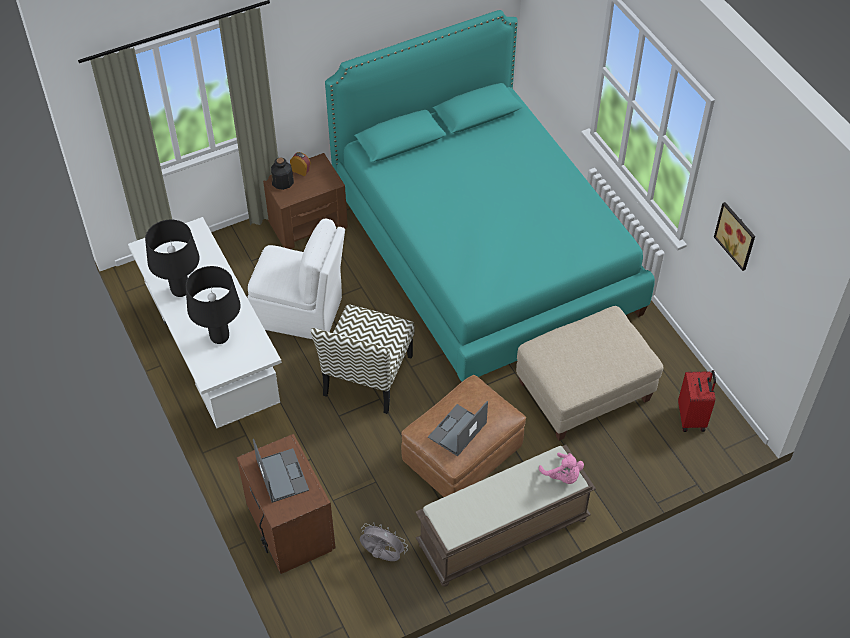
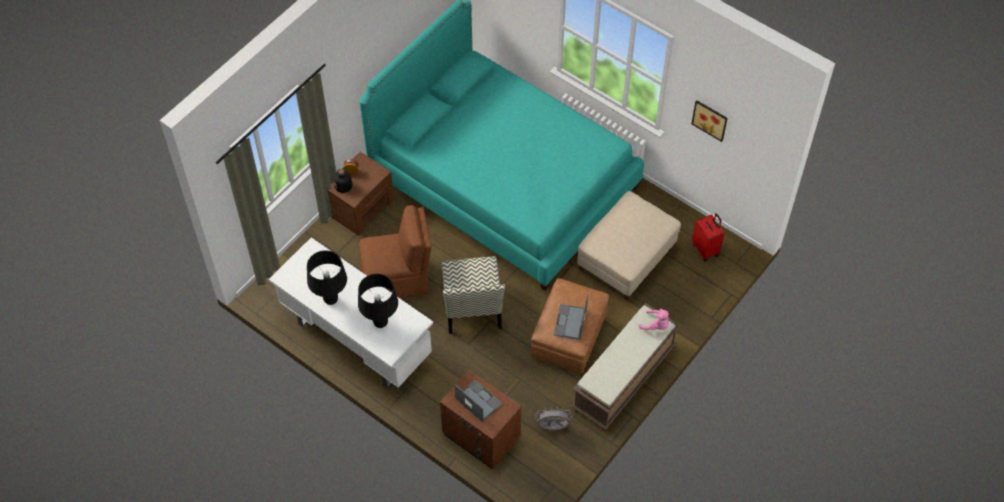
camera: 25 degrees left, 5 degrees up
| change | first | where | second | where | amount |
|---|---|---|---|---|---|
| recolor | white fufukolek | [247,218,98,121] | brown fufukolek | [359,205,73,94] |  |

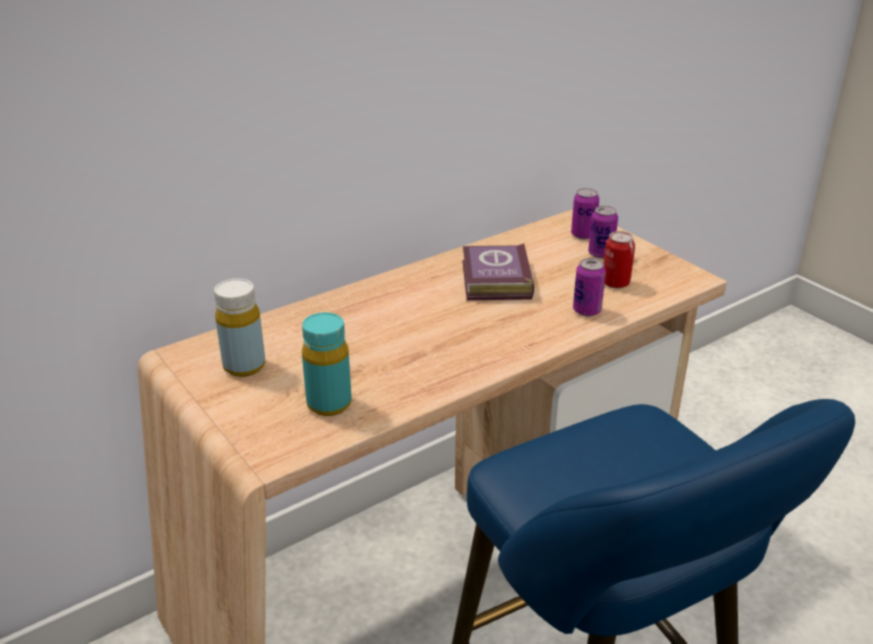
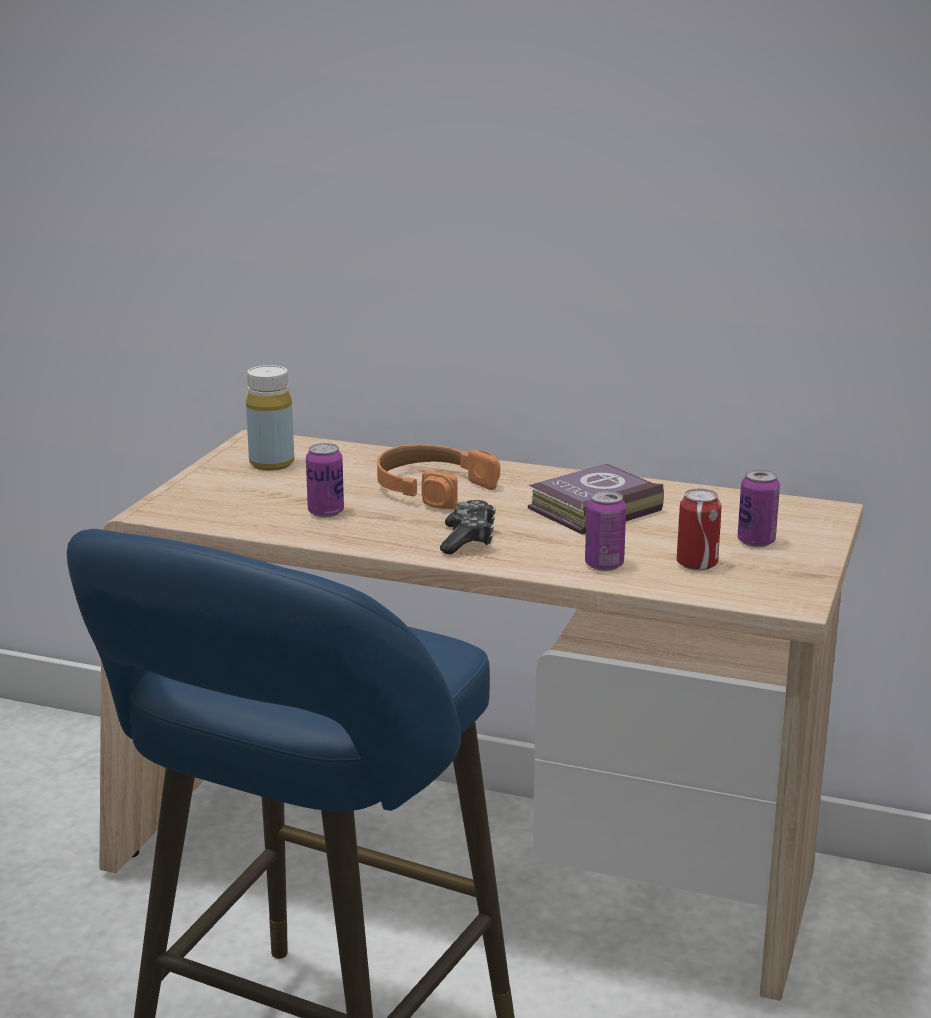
camera: 55 degrees right, 10 degrees down
| change | first | where | second | where | amount |
|---|---|---|---|---|---|
| move | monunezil | [571,188,28,51] |  | [306,443,38,74] |  |
| delete | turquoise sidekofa | [302,312,50,104] |  |  |  |
| insert |  |  | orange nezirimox | [377,444,123,65] |  |
| insert |  |  | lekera | [440,500,56,54] |  |

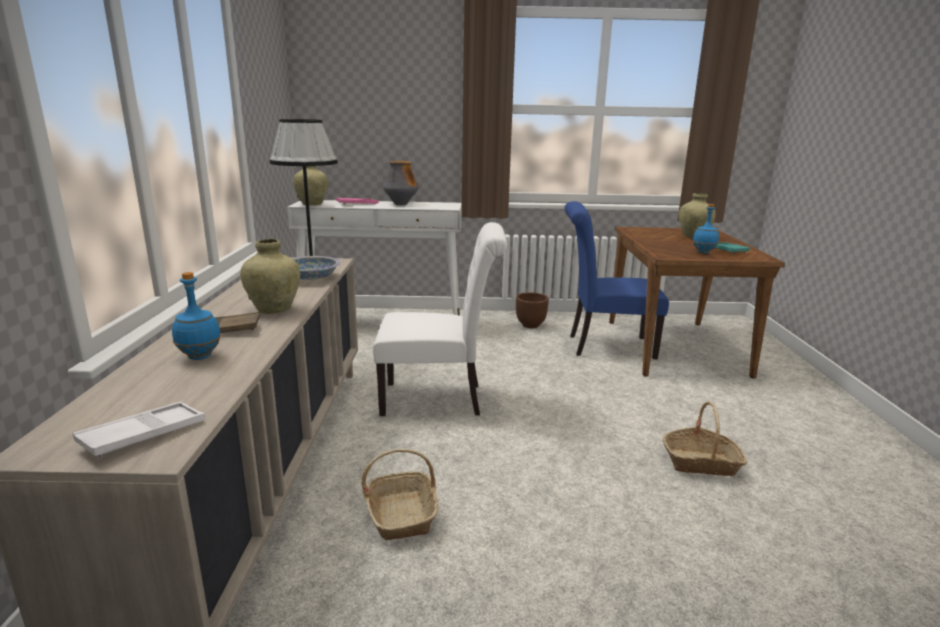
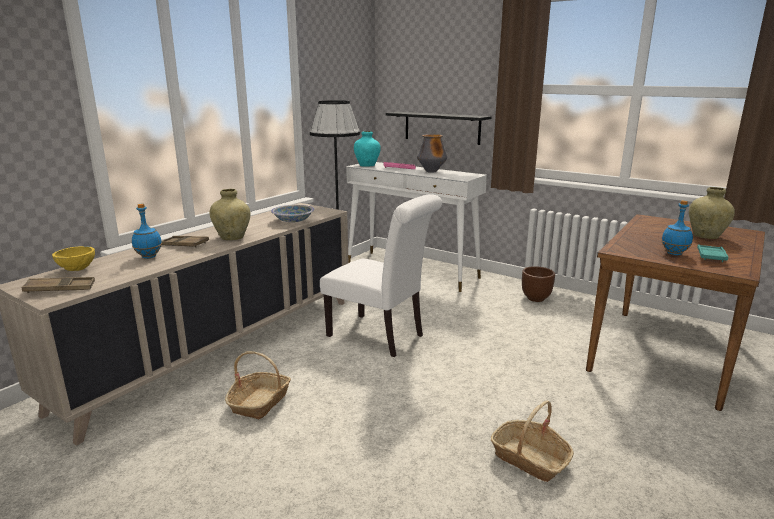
camera: 35 degrees right, 0 degrees up
| change | first | where | second | where | amount |
|---|---|---|---|---|---|
| recolor | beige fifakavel | [293,166,35,39] | turquoise fifakavel | [354,131,27,36] |  |
| delete | blue fufukolek | [564,201,105,158] |  |  |  |
| recolor | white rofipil | [73,401,132,56] | brown rofipil | [22,277,73,16] |  |
| insert |  |  | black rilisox | [386,112,106,33] |  |
| insert |  |  | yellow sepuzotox | [52,246,43,25] |  |

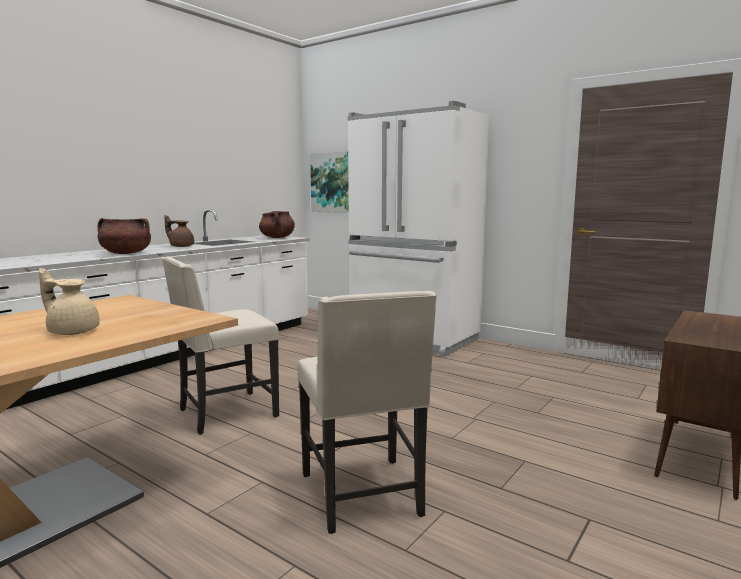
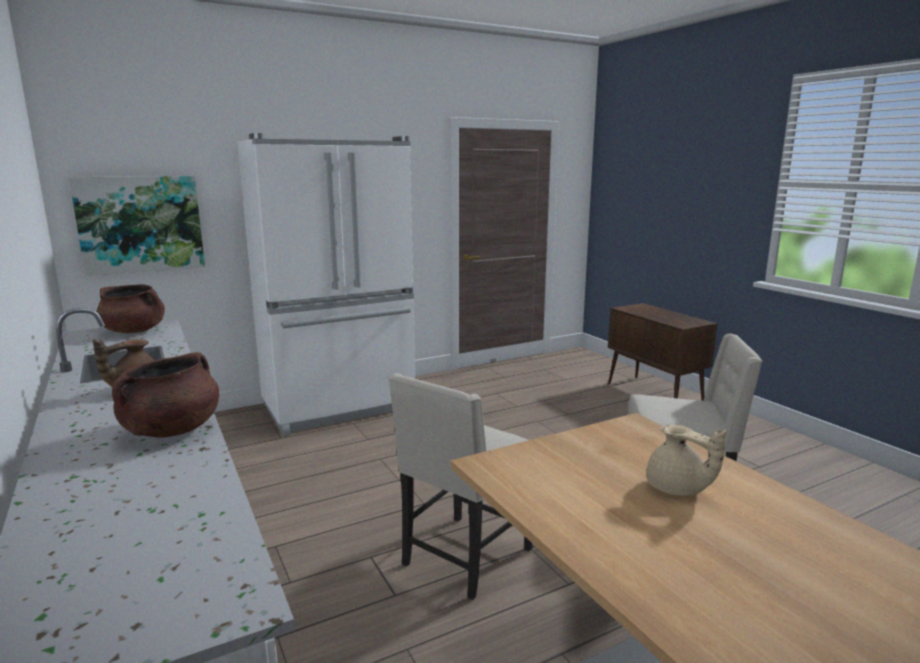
camera: 65 degrees left, 5 degrees up
| change | first | where | second | where | amount |
|---|---|---|---|---|---|
| rotate | beige fufukolek | [162,256,117,179] |  | [389,373,144,227] | 45 degrees clockwise |
| rotate | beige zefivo | [39,268,61,67] |  | [646,425,81,71] | 90 degrees counterclockwise |

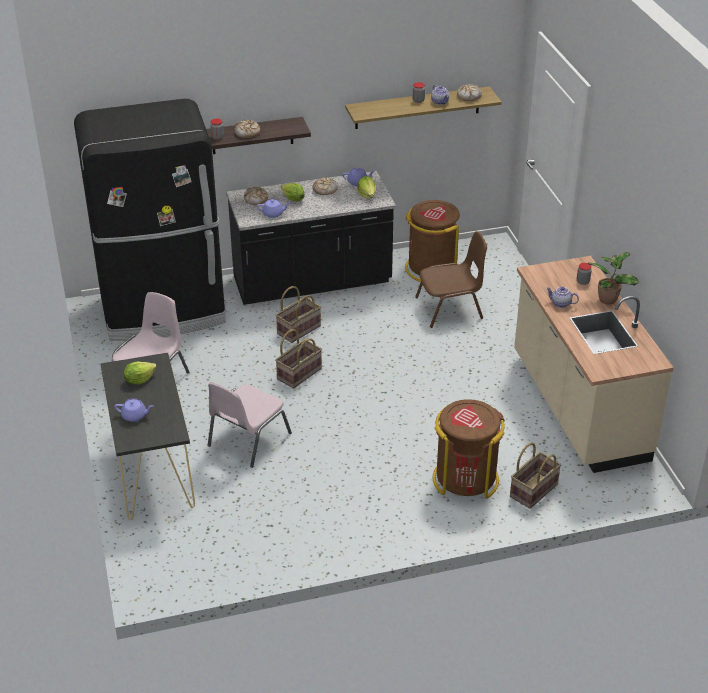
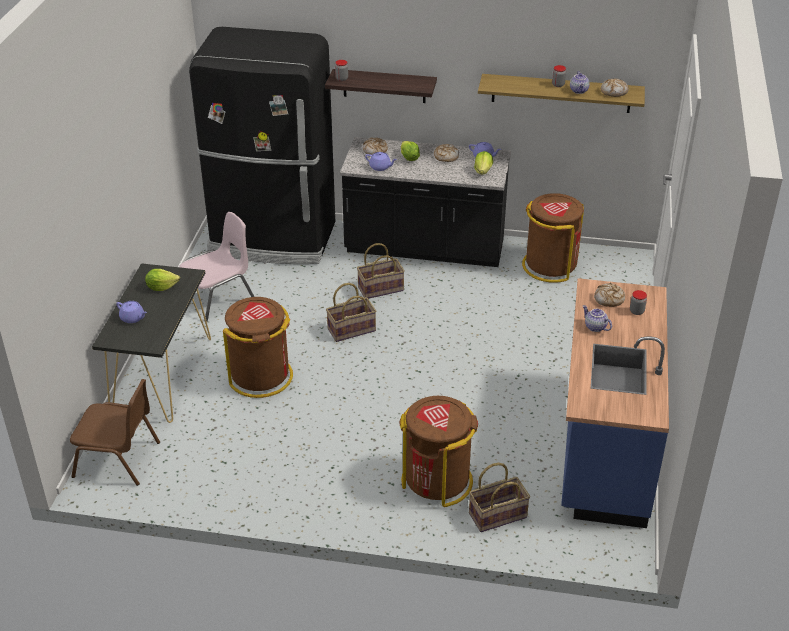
camera: 25 degrees right, 0 degrees up
| change | first | where | second | where | amount |
|---|---|---|---|---|---|
| move | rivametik | [235,119,25,19] |  | [594,283,31,24] |  |
| move | brown fufukolek | [415,231,72,97] |  | [70,379,90,107] |  |
| delete | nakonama | [588,252,51,53] |  |  |  |
| recolor | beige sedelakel | [514,256,160,217] | blue sedelakel | [561,278,108,250] |  |
| replace | pink fufukolek | [208,382,84,86] | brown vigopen | [223,297,70,101] |  |

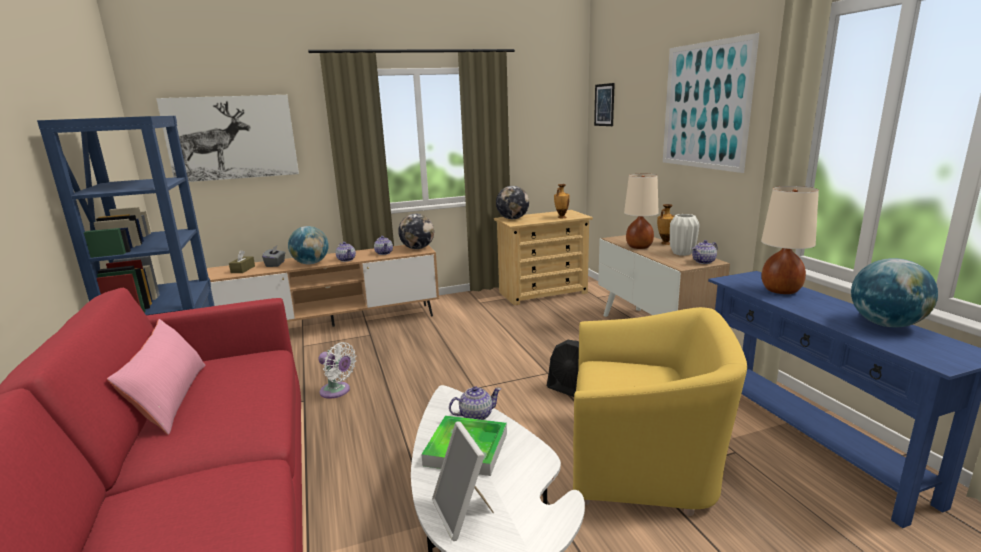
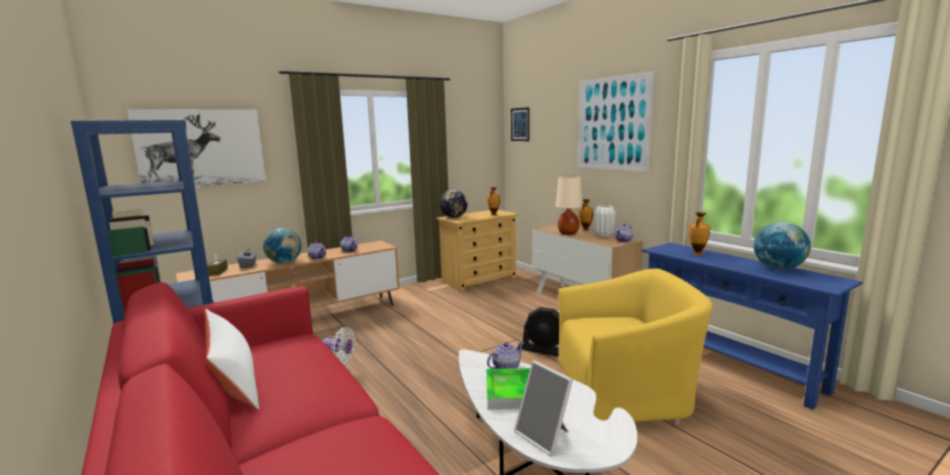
camera: 15 degrees left, 5 degrees down
| change | first | where | second | where | amount |
|---|---|---|---|---|---|
| replace | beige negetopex | [761,186,58,108] | fifakavel | [689,212,21,43] |  |
| delete | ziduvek | [398,214,36,35] |  |  |  |
| recolor | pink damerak | [107,319,99,116] | white damerak | [204,309,55,101] |  |

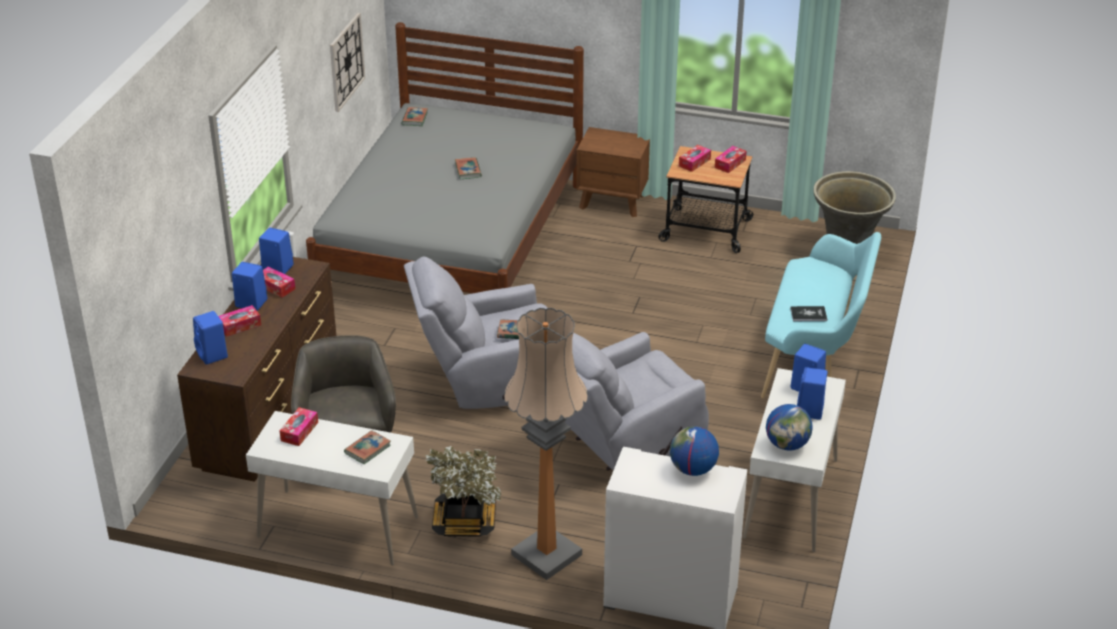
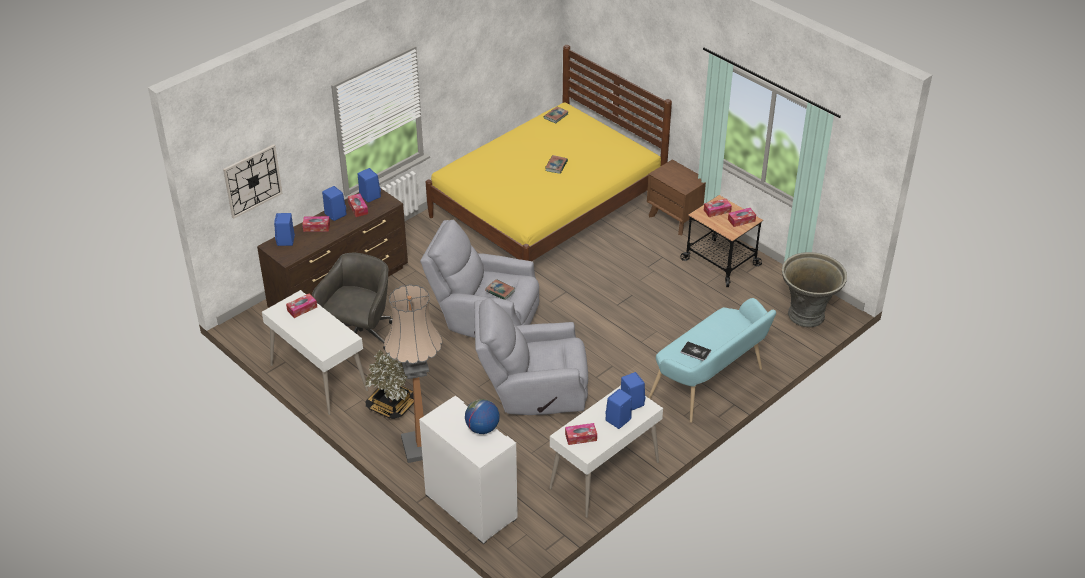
camera: 30 degrees right, 5 degrees up
| change | first | where | second | where | amount |
|---|---|---|---|---|---|
| move | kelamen | [330,13,35,99] |  | [223,144,60,75] |  |
| recolor | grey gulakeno | [306,22,278,271] | yellow gulakeno | [426,45,246,216] |  |
| replace | ziduvek | [766,404,47,47] | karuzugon | [565,423,32,22] |  |
| delete | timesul | [344,430,47,34] |  |  |  |

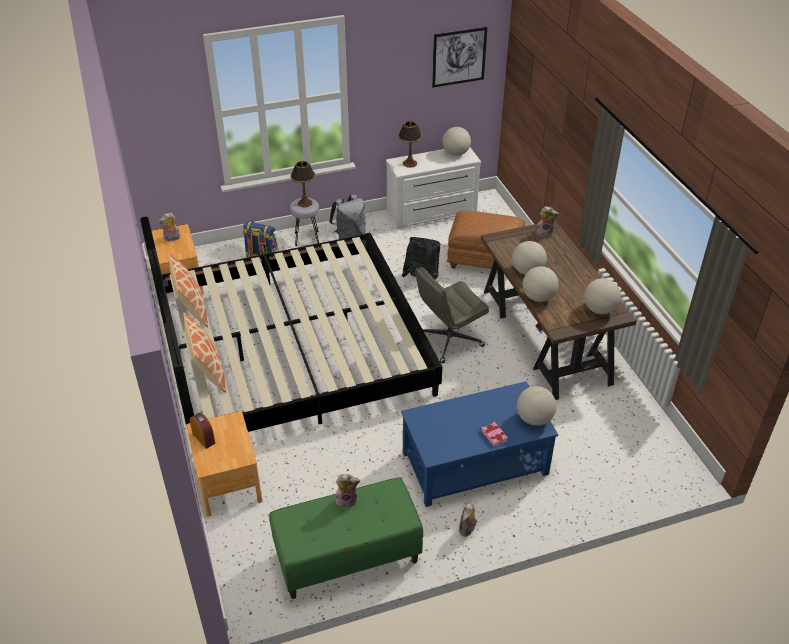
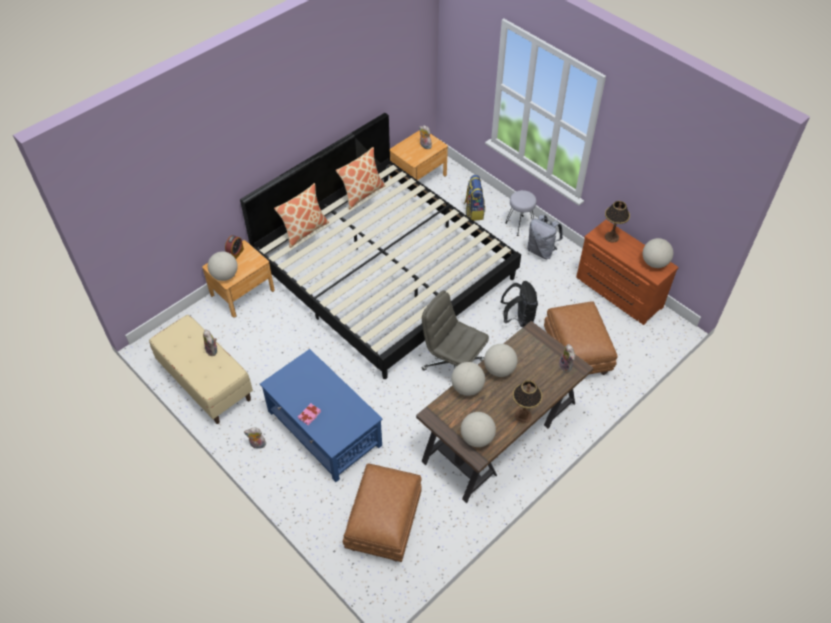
camera: 65 degrees right, 10 degrees up
| change | first | where | second | where | amount |
|---|---|---|---|---|---|
| delete | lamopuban | [432,27,55,60] |  |  |  |
| recolor | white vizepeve | [386,147,95,82] | brown vizepeve | [576,220,103,105] |  |
| move | negetopex | [290,161,26,47] |  | [513,380,29,43] |  |
| move | ziduvek | [517,386,39,40] |  | [208,251,30,30] |  |
| recolor | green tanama | [269,477,154,122] | beige tanama | [149,315,104,109] |  |
| insert |  |  | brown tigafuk | [343,463,79,99] |  |

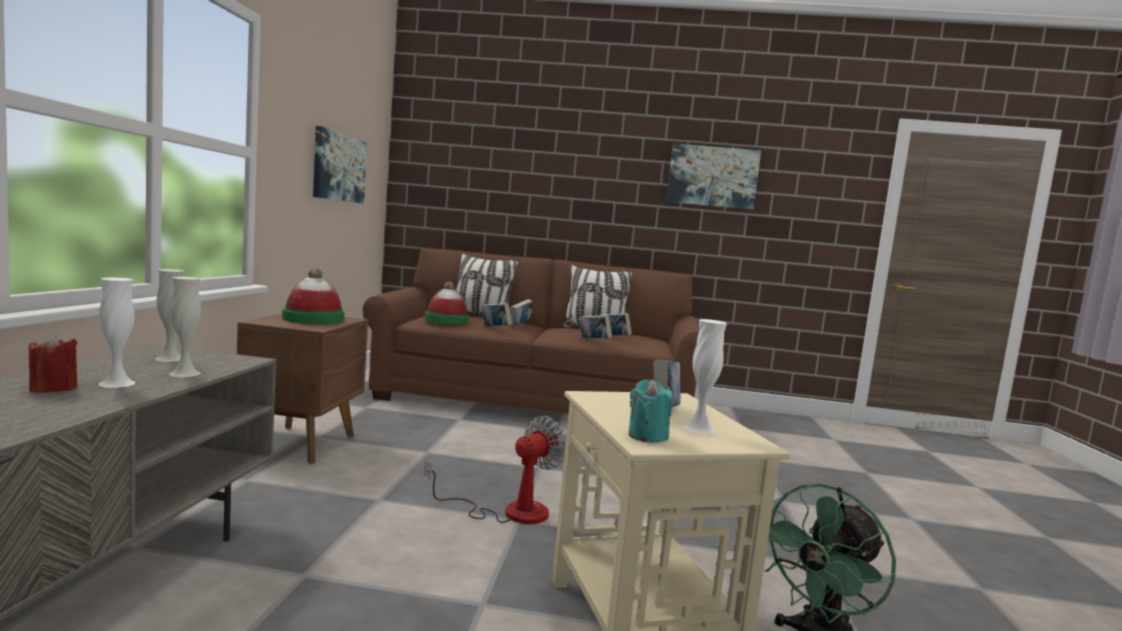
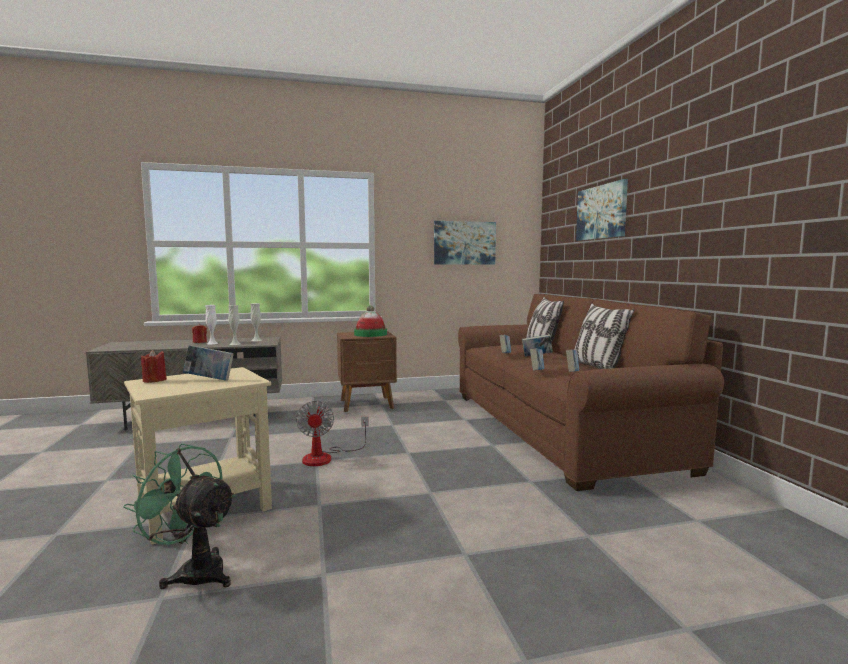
camera: 70 degrees right, 0 degrees up
| change | first | where | second | where | amount |
|---|---|---|---|---|---|
| move | lamopuban | [666,143,95,67] |  | [576,179,52,62] |  |
| delete | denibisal | [425,282,44,42] |  |  |  |
| delete | white fifakavel | [684,319,43,115] |  |  |  |
| recolor | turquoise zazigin | [628,379,44,64] | red zazigin | [141,350,26,33] |  |
| rotate | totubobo | [424,416,142,108] |  | [296,401,73,65] | 60 degrees clockwise |

